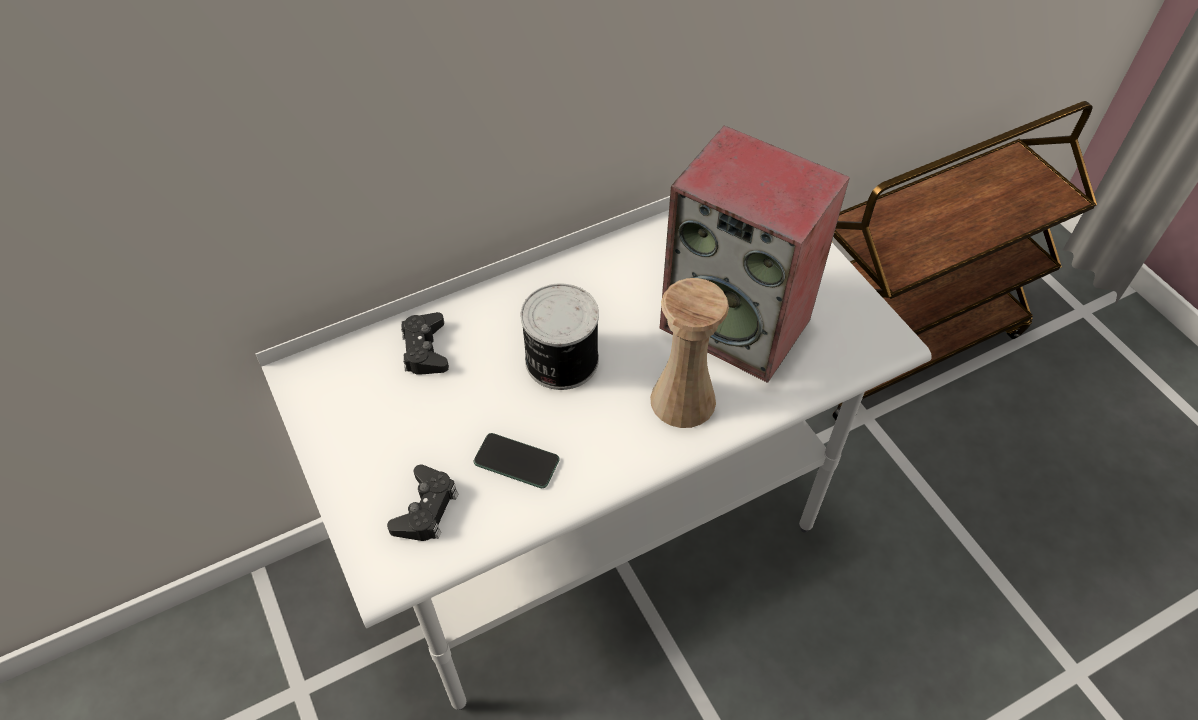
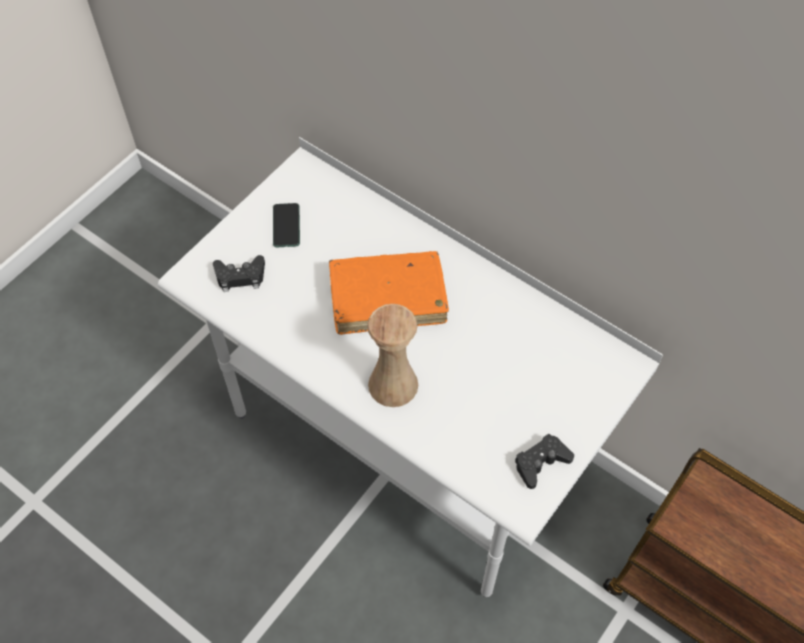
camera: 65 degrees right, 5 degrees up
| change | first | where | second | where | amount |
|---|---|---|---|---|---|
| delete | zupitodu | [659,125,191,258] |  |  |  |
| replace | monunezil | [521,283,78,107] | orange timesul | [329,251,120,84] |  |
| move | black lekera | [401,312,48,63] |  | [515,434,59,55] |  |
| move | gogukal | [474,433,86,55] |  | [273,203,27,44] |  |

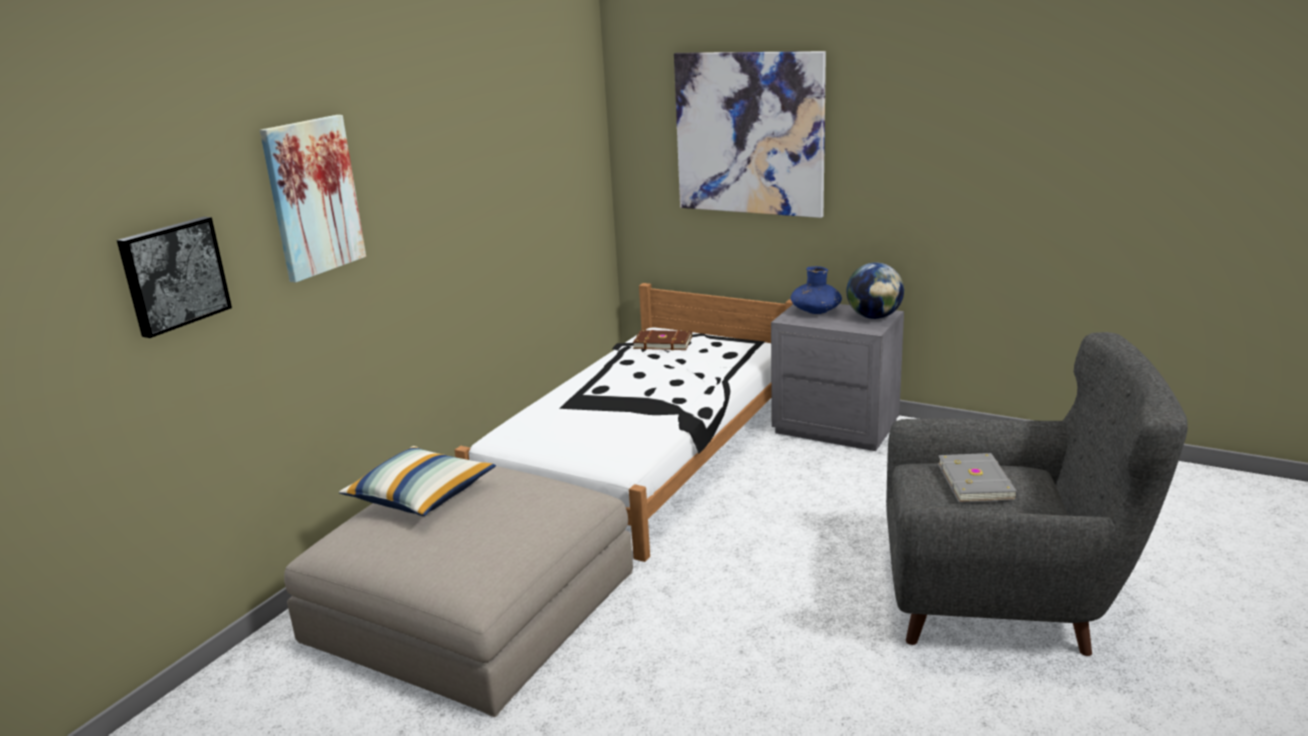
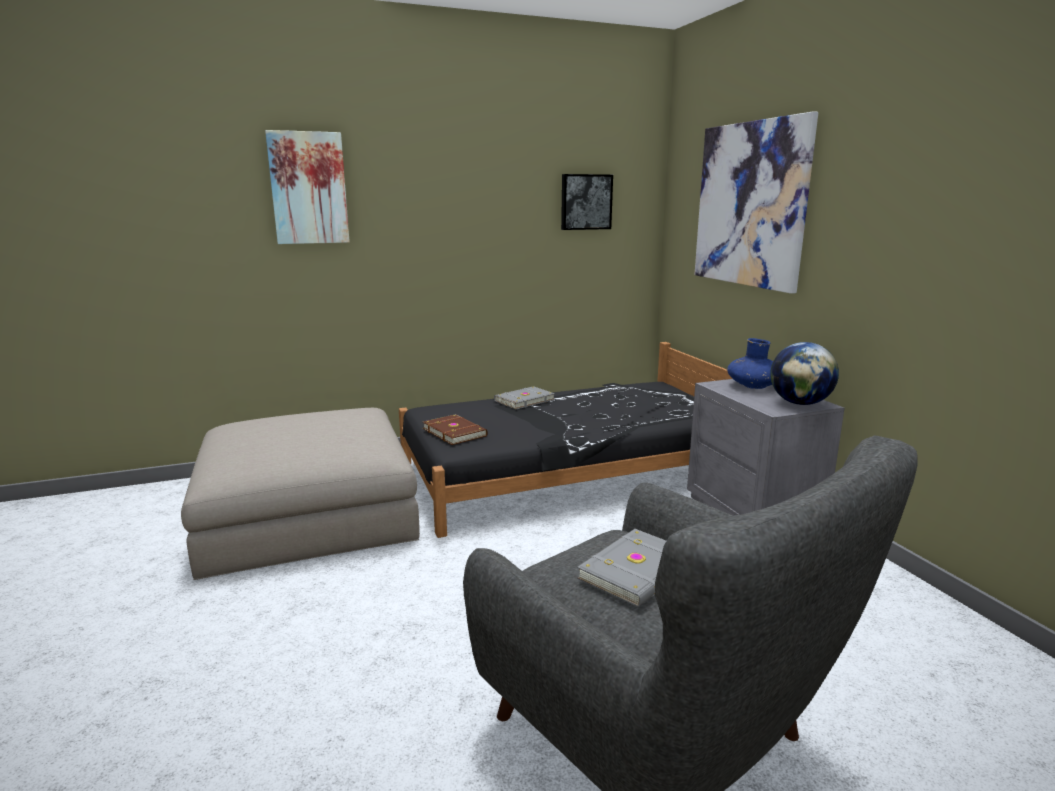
camera: 40 degrees right, 5 degrees down
| change | first | where | second | where | amount |
|---|---|---|---|---|---|
| move | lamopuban | [117,217,115,121] |  | [561,174,52,56] |  |
| recolor | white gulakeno | [454,283,339,279] | black gulakeno | [399,342,333,196] |  |
| move | brown timesul | [633,330,59,20] |  | [423,414,65,31] |  |
| delete | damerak | [339,446,157,70] |  |  |  |
| insert |  |  | grey timesul | [494,386,61,23] |  |

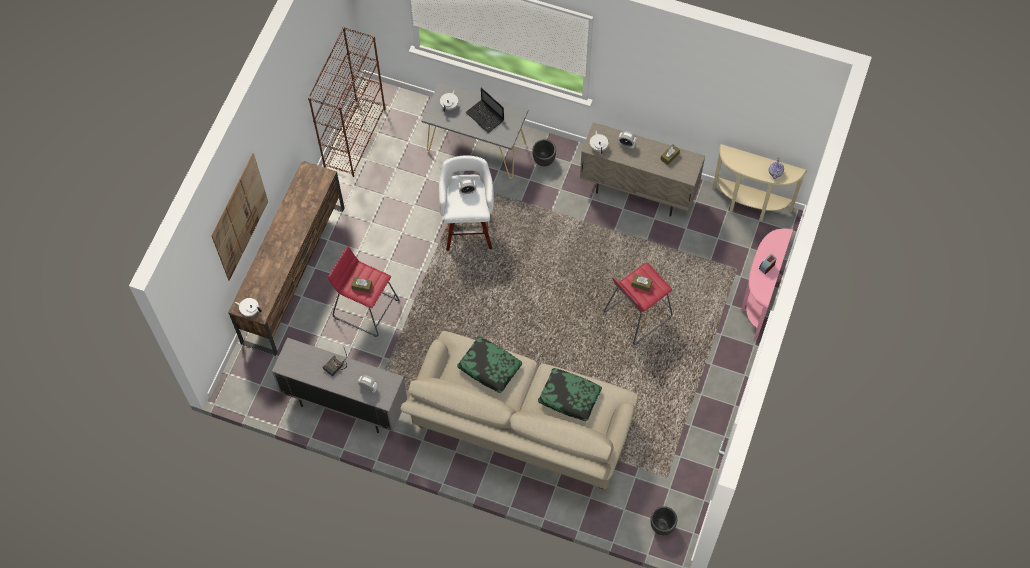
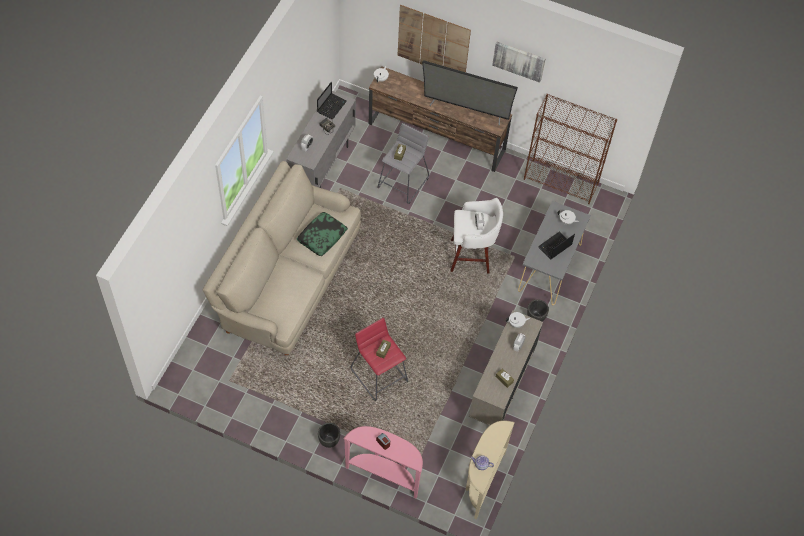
camera: 90 degrees right, 5 degrees down
| change | first | where | second | where | amount |
|---|---|---|---|---|---|
| recolor | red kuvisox | [328,246,71,91] | grey kuvisox | [377,123,52,81] |  |
| delete | damerak | [538,368,64,53] |  |  |  |
| move | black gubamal | [650,506,27,29] |  | [318,423,22,25] |  |
| insert |  |  | lamopuban | [492,42,53,41] |  |
| insert |  |  | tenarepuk | [422,60,96,66] |  |
| insert |  |  | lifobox | [317,82,30,37] |  |

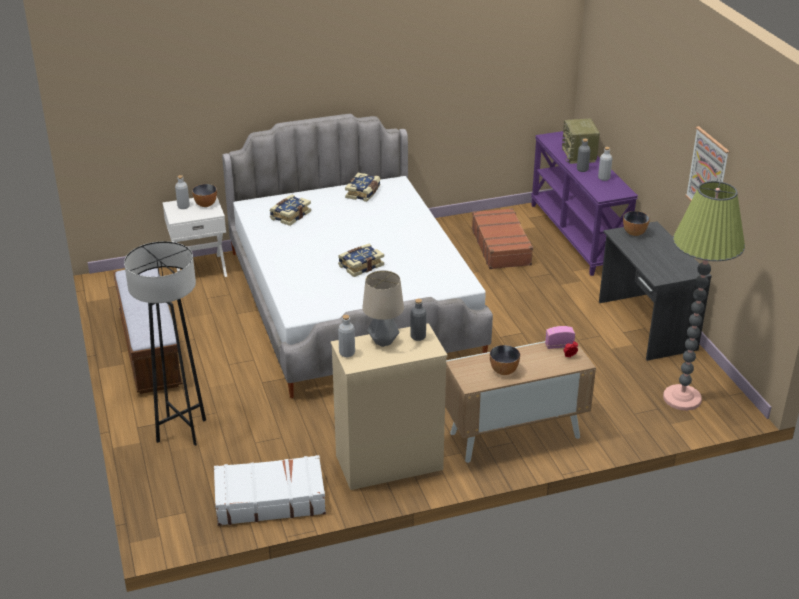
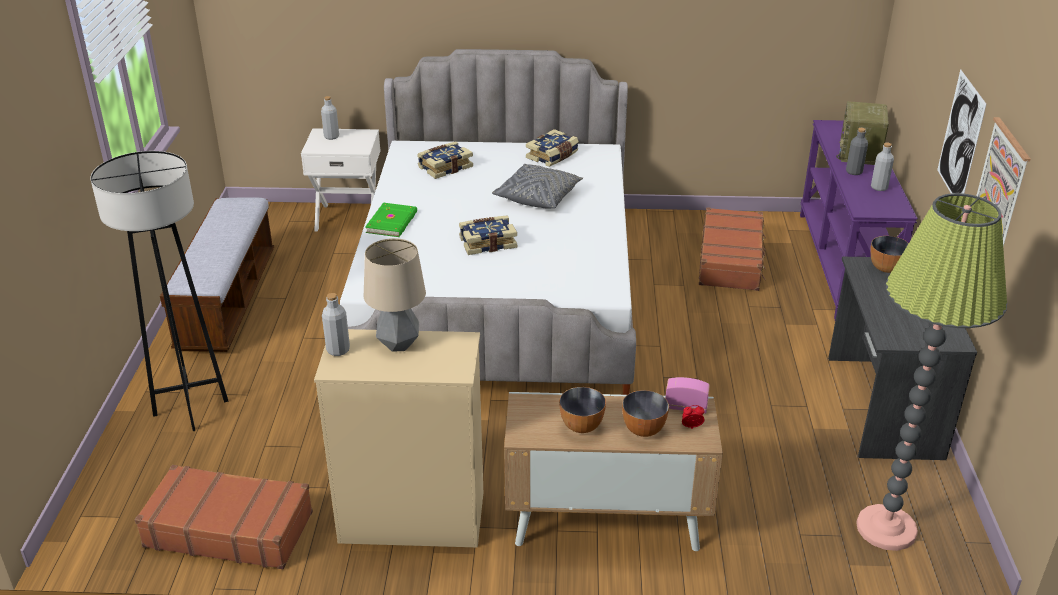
camera: 20 degrees right, 0 degrees up
| change | first | where | second | where | amount |
|---|---|---|---|---|---|
| move | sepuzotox | [192,184,25,23] |  | [622,390,47,47] |  |
| delete | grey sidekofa | [410,299,16,42] |  |  |  |
| recolor | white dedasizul | [214,455,112,71] | brown dedasizul | [135,465,178,104] |  |
| insert |  |  | lamopuban | [937,69,50,125] |  |
| insert |  |  | grey damerak | [492,164,91,45] |  |
| insert |  |  | green timesul | [365,203,52,34] |  |

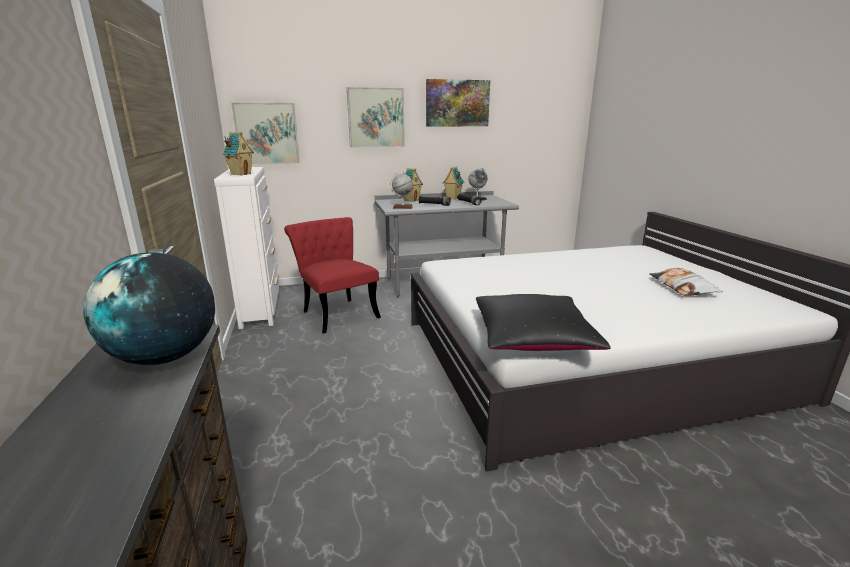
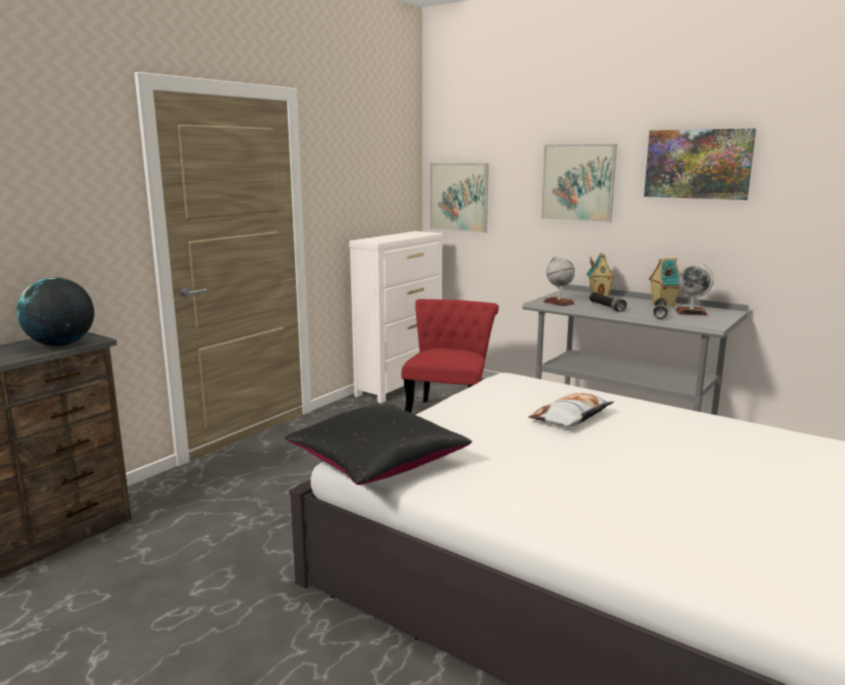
camera: 50 degrees right, 5 degrees down
| change | first | where | second | where | amount |
|---|---|---|---|---|---|
| delete | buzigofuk | [222,132,32,44] |  |  |  |
| move | damerak | [649,268,73,28] |  | [528,393,86,33] |  |

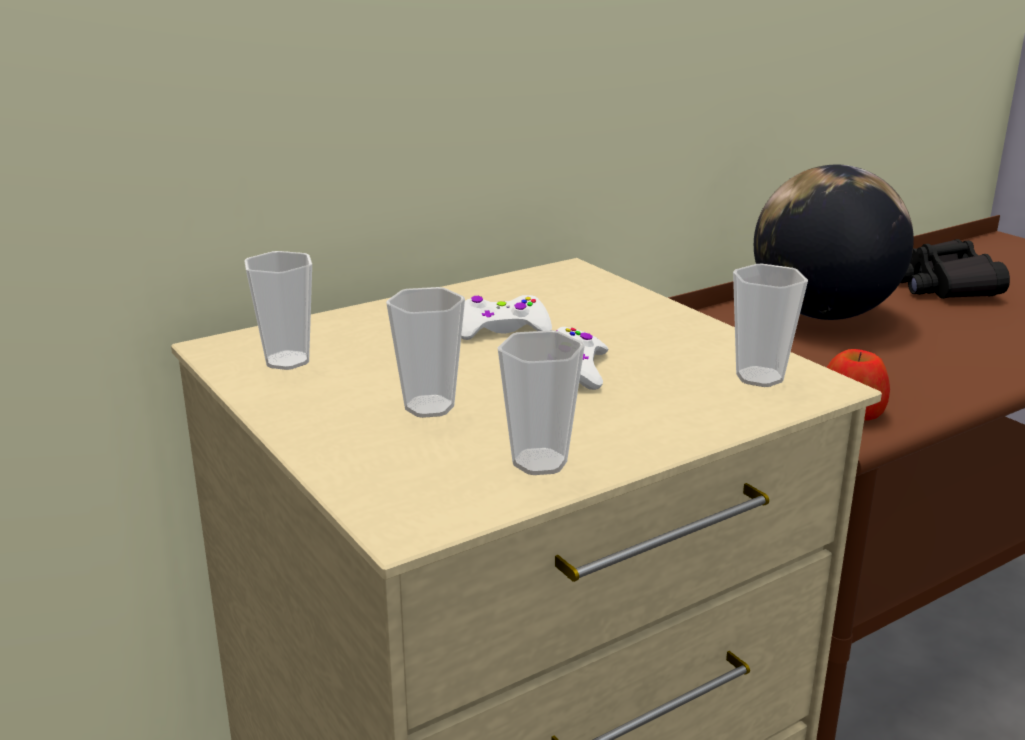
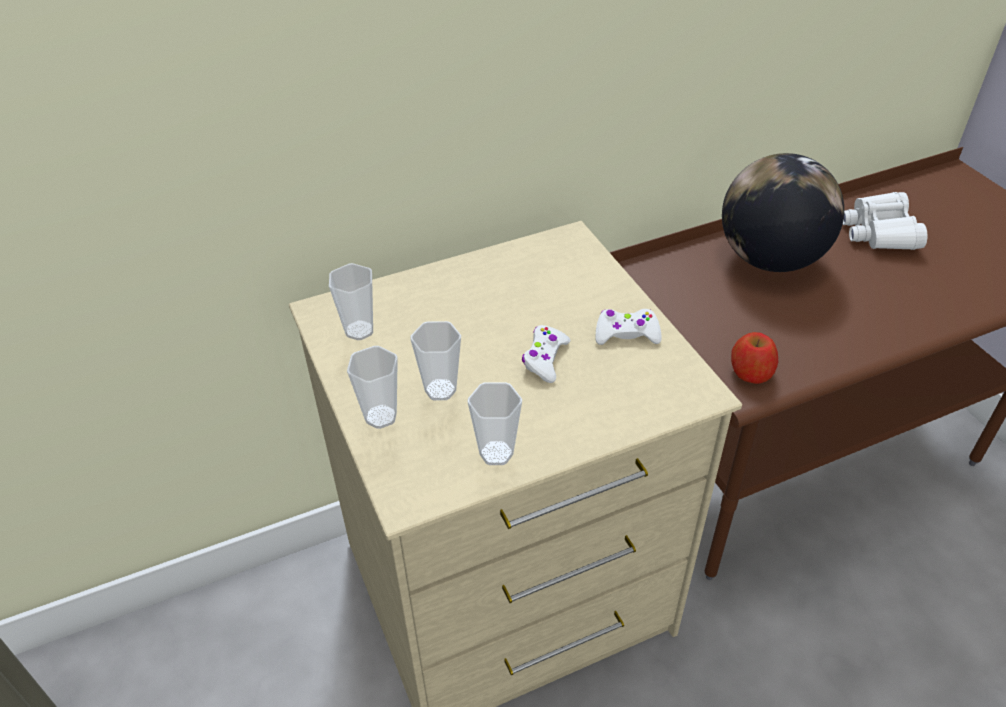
camera: 10 degrees right, 20 degrees up
| change | first | where | second | where | amount |
|---|---|---|---|---|---|
| recolor | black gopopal | [901,239,109,60] | white gopopal | [843,192,85,58] |  |
| move | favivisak | [733,264,75,123] |  | [347,346,51,83] |  |
| move | white lekera | [461,295,91,45] |  | [596,309,66,36] |  |

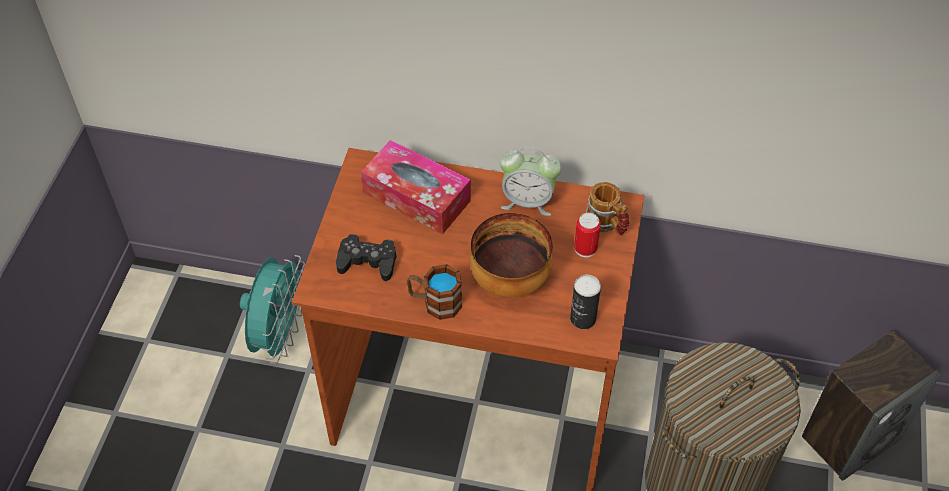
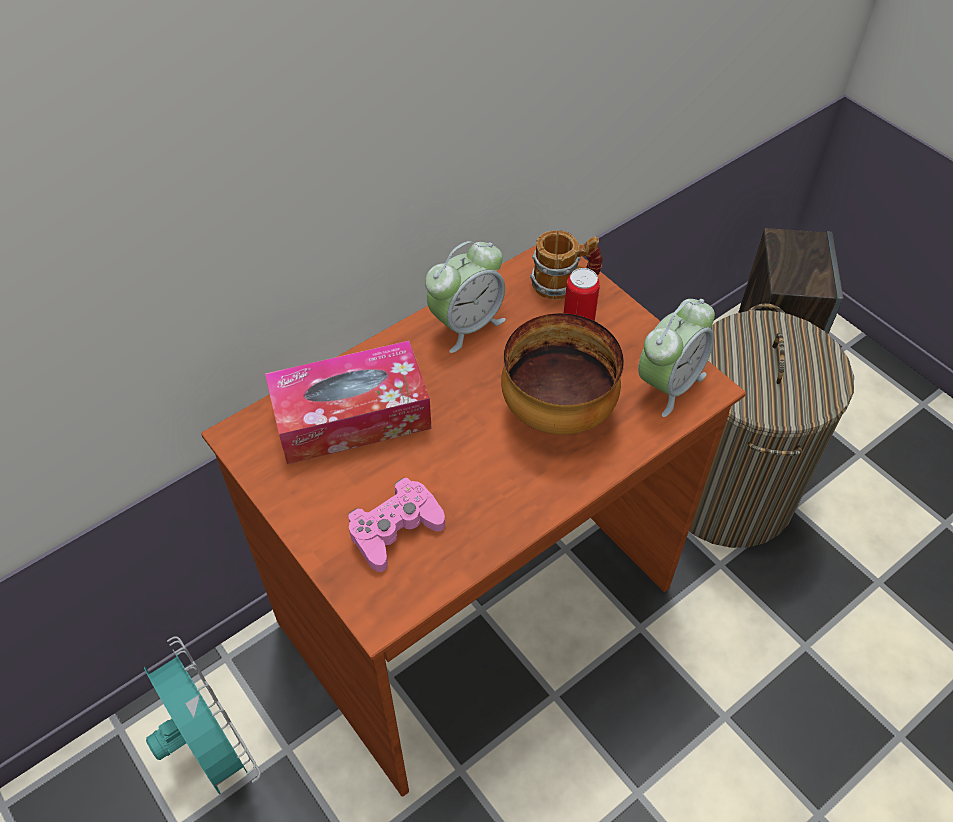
camera: 50 degrees left, 0 degrees up
| change | first | where | second | where | amount |
|---|---|---|---|---|---|
| recolor | black lekera | [336,234,61,47] | pink lekera | [348,478,97,94] |  |
| delete | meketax | [407,264,55,56] |  |  |  |
| replace | monunezil | [570,275,31,54] | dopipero | [638,299,77,118] |  |

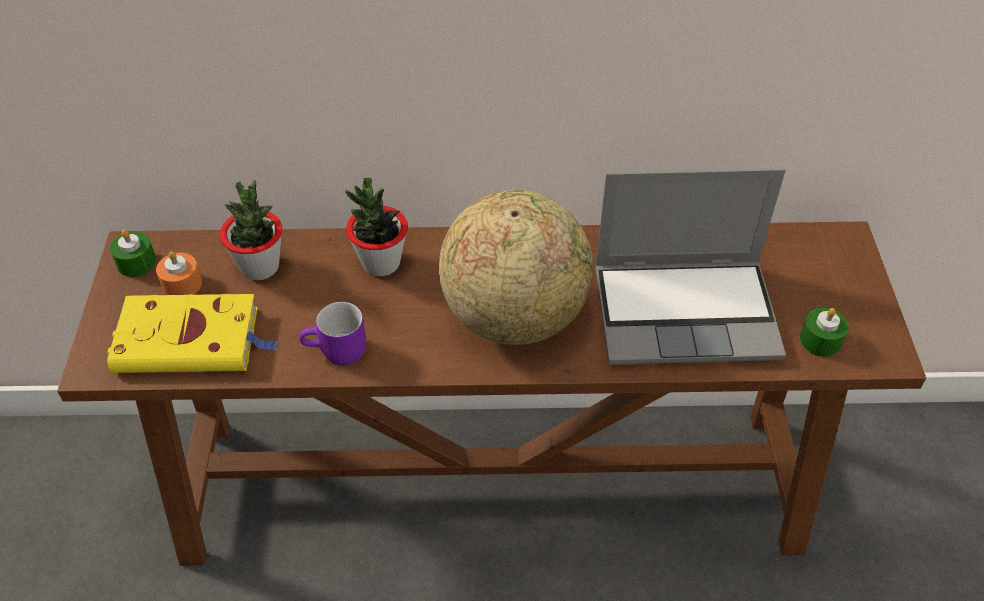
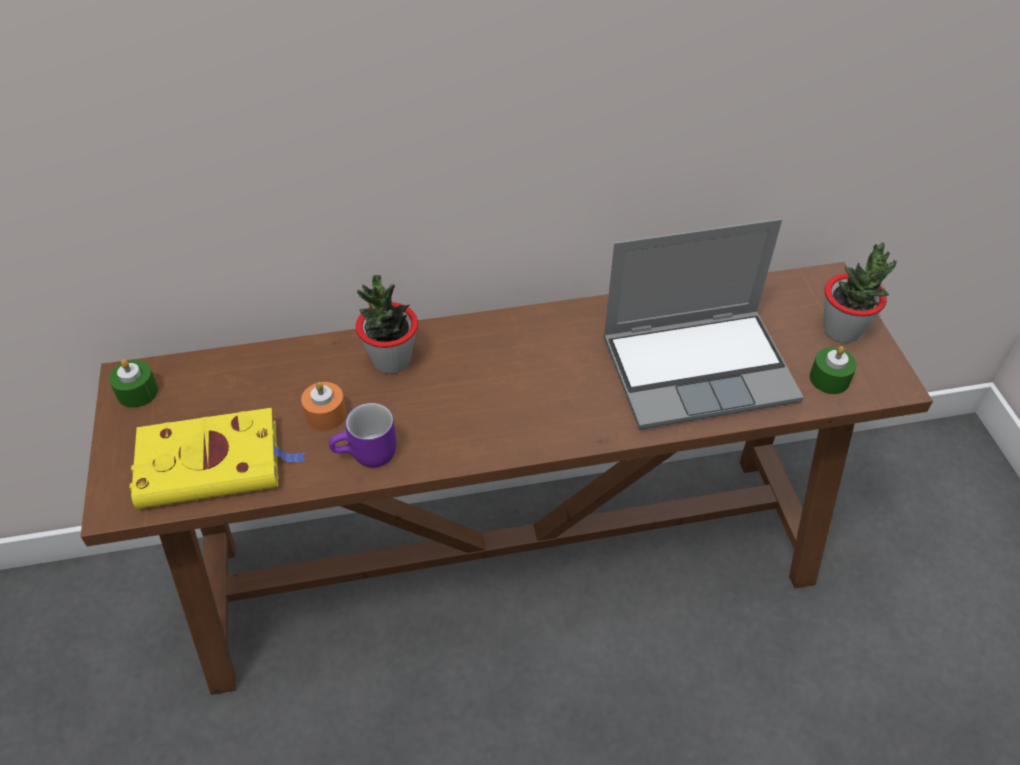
camera: 10 degrees left, 0 degrees up
| change | first | where | second | where | amount |
|---|---|---|---|---|---|
| move | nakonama | [220,180,62,100] |  | [824,242,73,101] |  |
| delete | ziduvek | [439,190,154,155] |  |  |  |
| move | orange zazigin | [156,251,46,44] |  | [301,382,45,49] |  |

